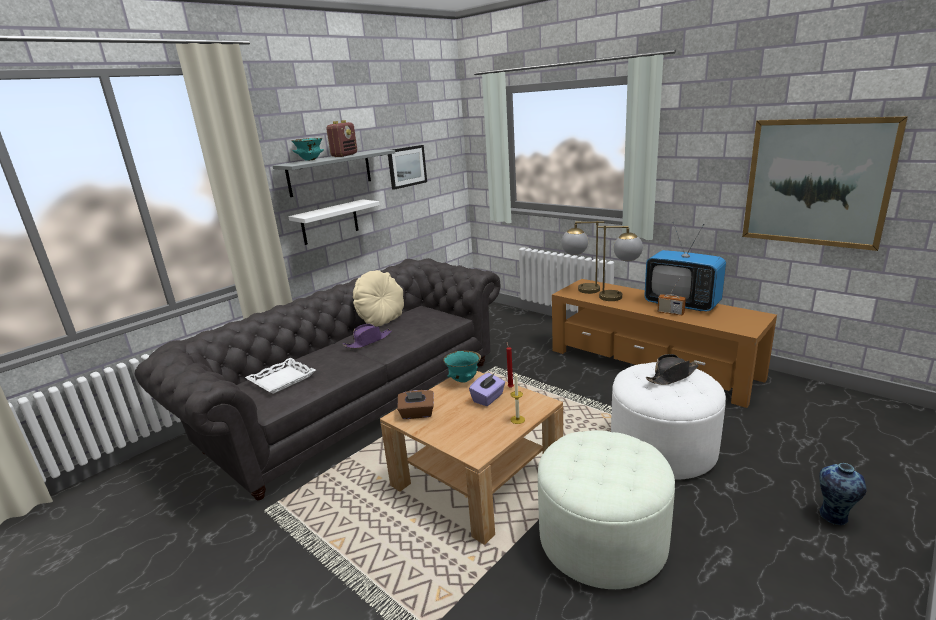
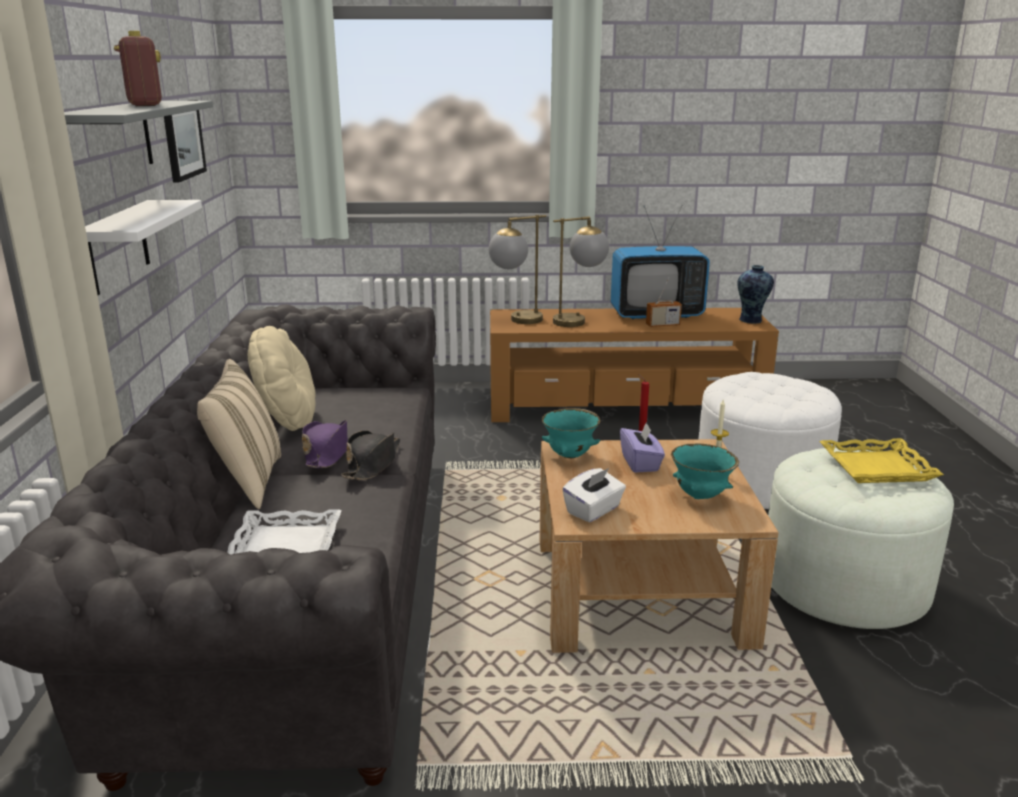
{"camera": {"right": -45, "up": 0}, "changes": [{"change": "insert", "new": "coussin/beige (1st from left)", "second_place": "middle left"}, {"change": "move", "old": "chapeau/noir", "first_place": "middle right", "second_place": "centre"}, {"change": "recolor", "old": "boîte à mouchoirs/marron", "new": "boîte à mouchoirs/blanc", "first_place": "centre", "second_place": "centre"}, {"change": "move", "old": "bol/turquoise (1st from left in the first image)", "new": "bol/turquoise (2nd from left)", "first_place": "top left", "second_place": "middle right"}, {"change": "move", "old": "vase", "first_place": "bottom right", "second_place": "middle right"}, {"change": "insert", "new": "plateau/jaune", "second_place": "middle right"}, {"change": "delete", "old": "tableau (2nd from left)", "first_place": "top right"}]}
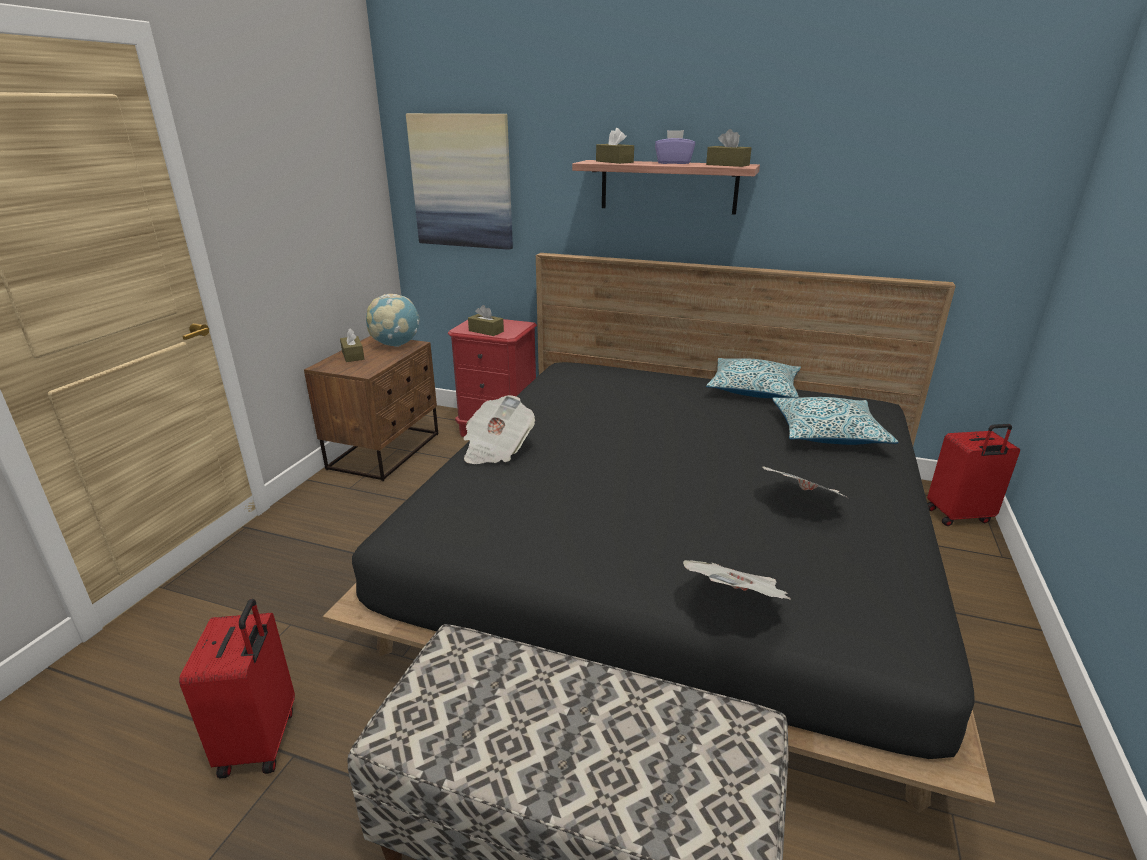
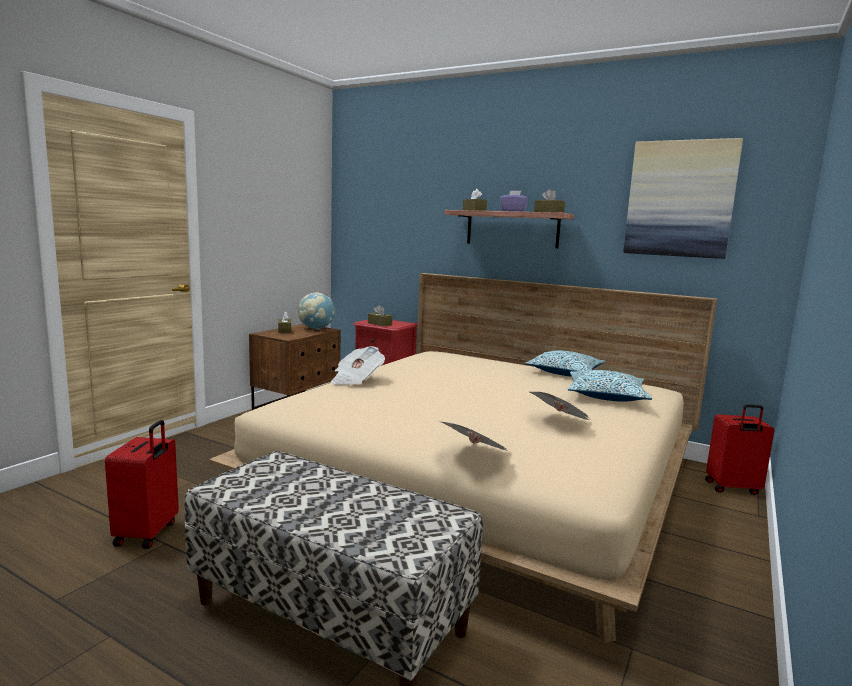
{"camera": {"right": 10, "up": -15}, "changes": [{"change": "recolor", "old": "lit/noir", "new": "lit/beige", "first_place": "centre", "second_place": "bottom centre"}, {"change": "move", "old": "tableau", "first_place": "top centre", "second_place": "top right"}]}
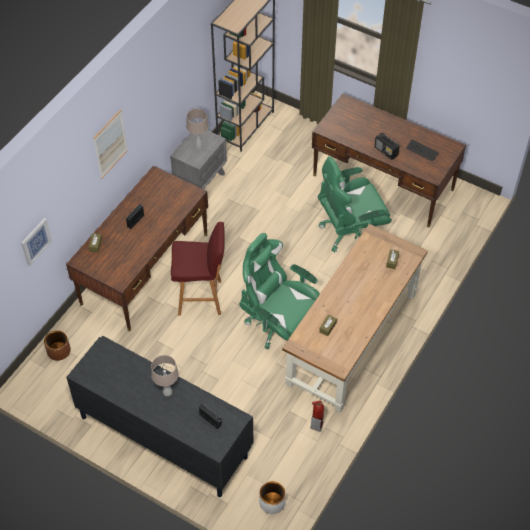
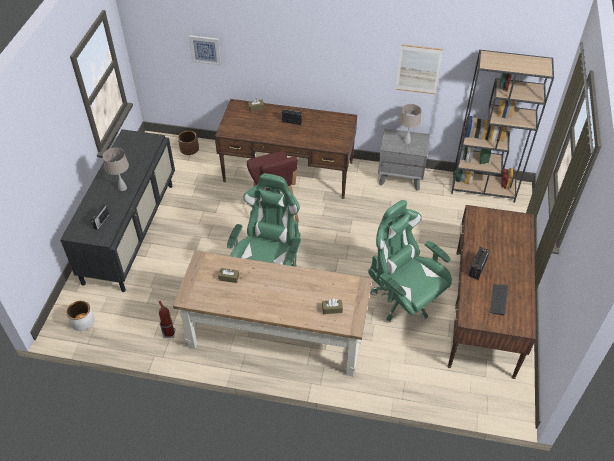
{"camera": {"right": 70, "up": -5}, "changes": [{"change": "move", "old": "tableau (2nd from left)", "first_place": "top left", "second_place": "top right"}]}
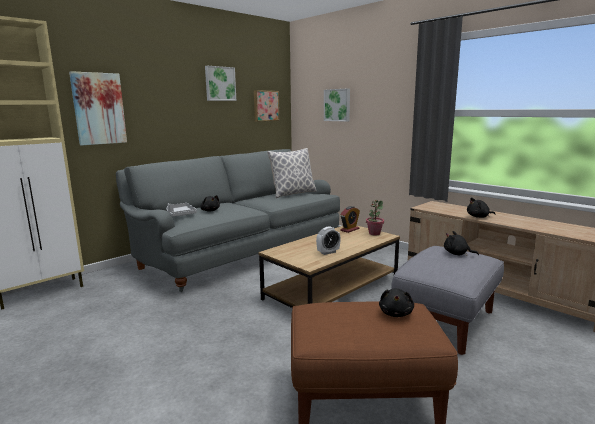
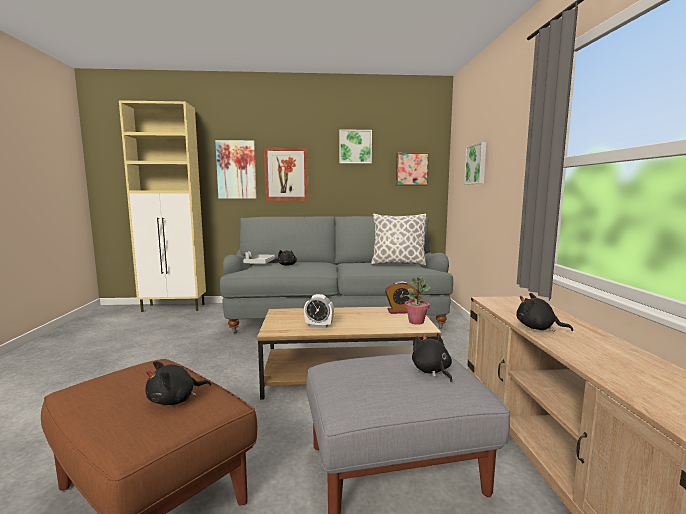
{"camera": {"right": 40, "up": -5}, "changes": [{"change": "insert", "new": "tableau (2nd from left)", "second_place": "centre"}]}
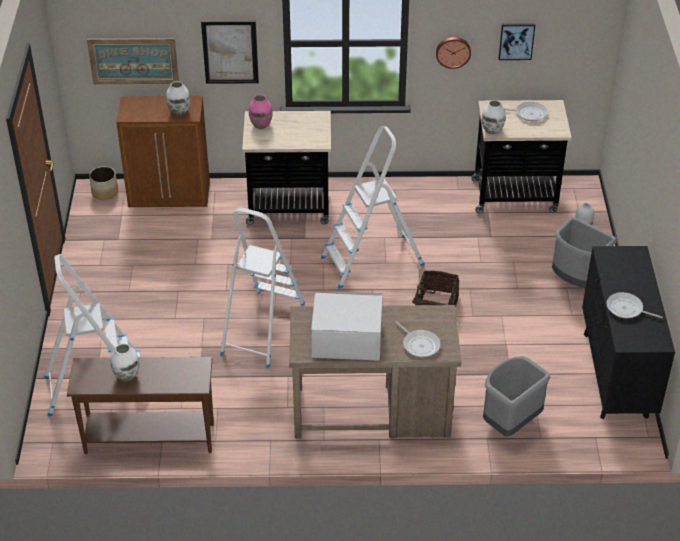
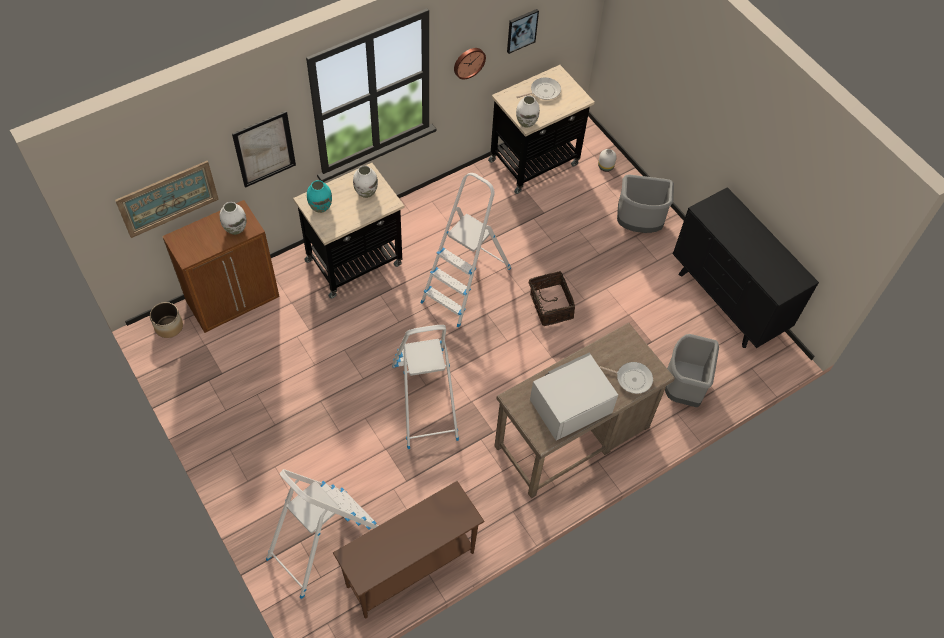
{"camera": {"right": -35, "up": 15}, "changes": [{"change": "recolor", "old": "vase/rose", "new": "vase/turquoise", "first_place": "top centre", "second_place": "top centre"}, {"change": "move", "old": "vase/blanc (1st from left in the first image)", "new": "vase/blanc (2nd from left)", "first_place": "bottom left", "second_place": "top centre"}, {"change": "delete", "old": "poêle (3rd from left)", "first_place": "middle right"}]}
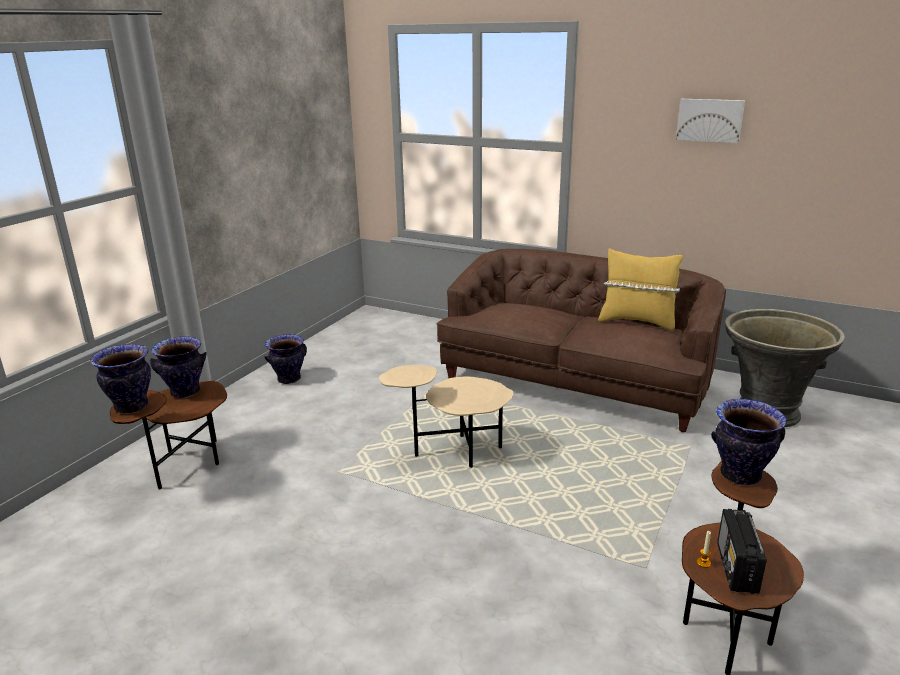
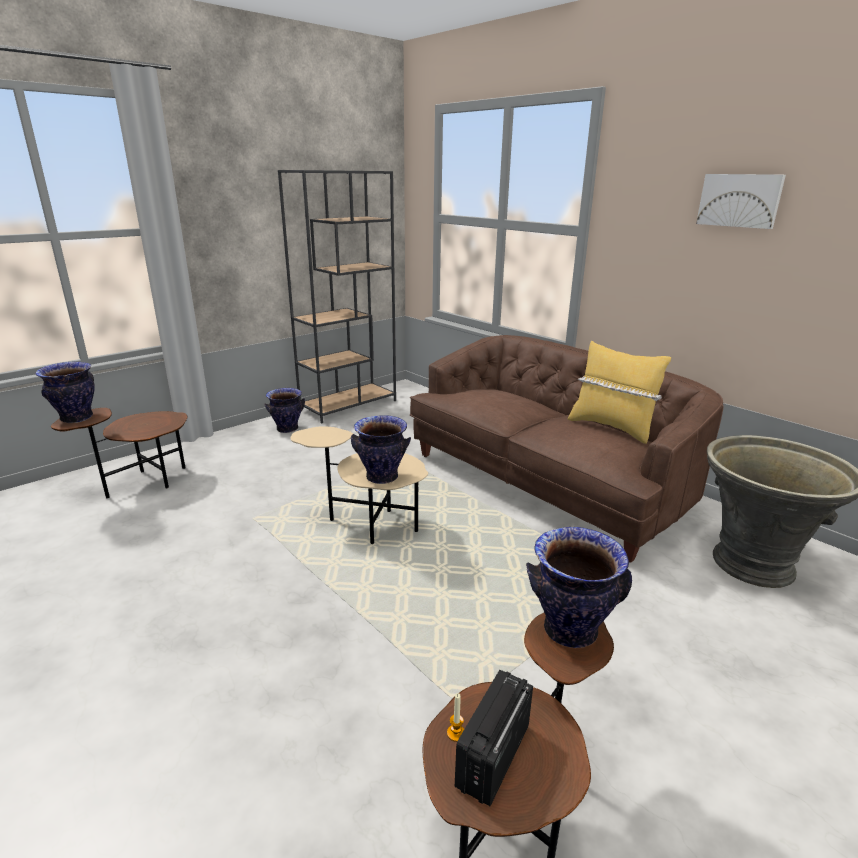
{"camera": {"right": 20, "up": 0}, "changes": [{"change": "insert", "new": "bibliothèque", "second_place": "centre"}, {"change": "move", "old": "vase (2nd from left in the first image)", "new": "vase (3rd from left)", "first_place": "middle left", "second_place": "centre"}]}
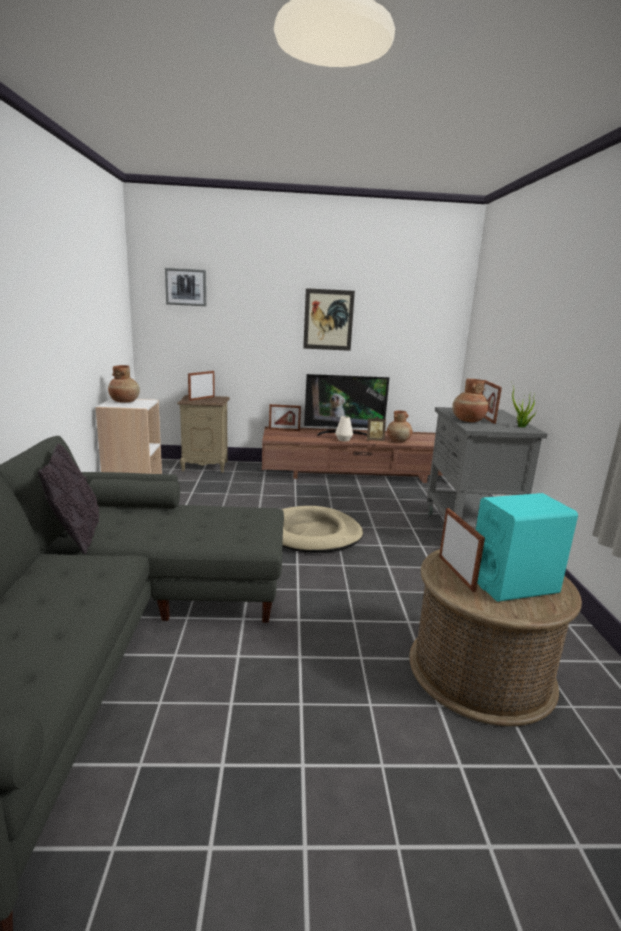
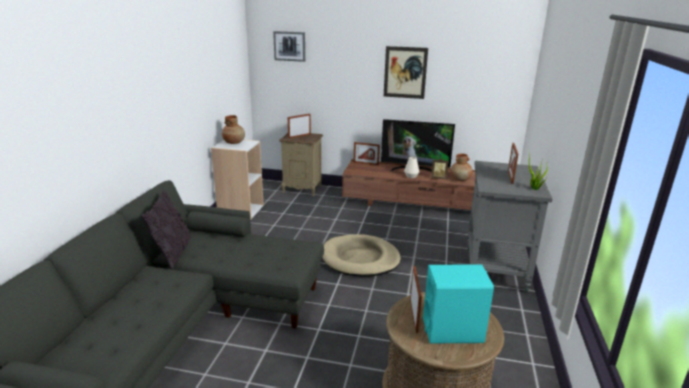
{"camera": {"right": 15, "up": 5}, "changes": [{"change": "delete", "old": "vase/marron (3rd from left)", "first_place": "middle right"}]}
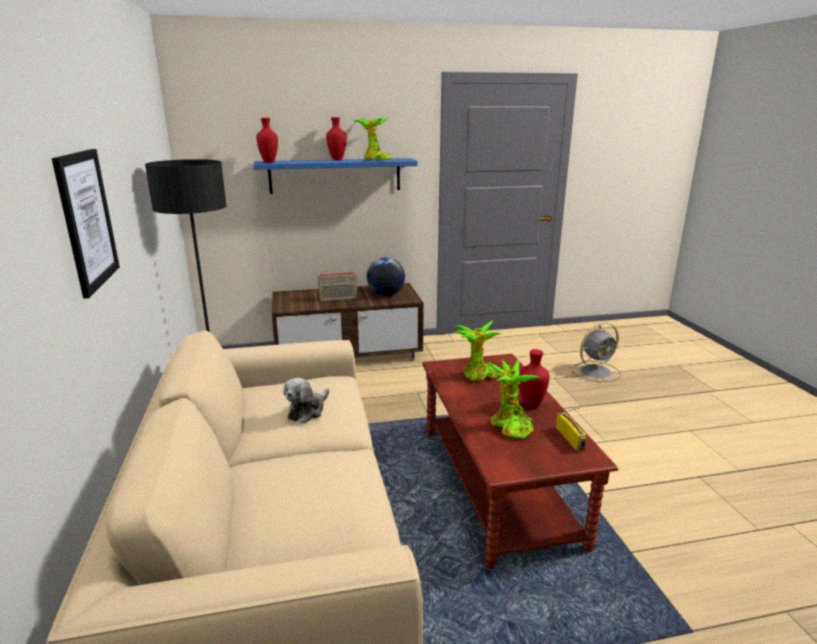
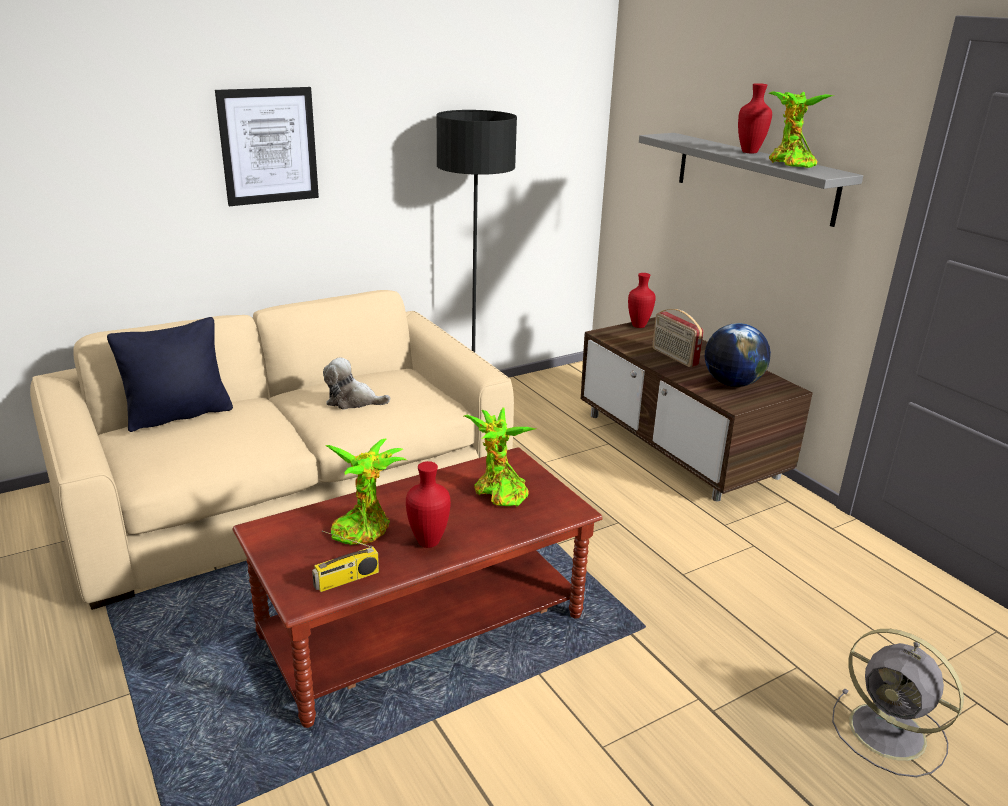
{"camera": {"right": 70, "up": 5}, "changes": [{"change": "insert", "new": "coussin/noir", "second_place": "middle left"}, {"change": "move", "old": "vase/rouge (1st from left in the first image)", "new": "vase/rouge (2nd from left)", "first_place": "top left", "second_place": "centre"}, {"change": "recolor", "old": "étagère/bleu", "new": "étagère/gris", "first_place": "top centre", "second_place": "top right"}]}
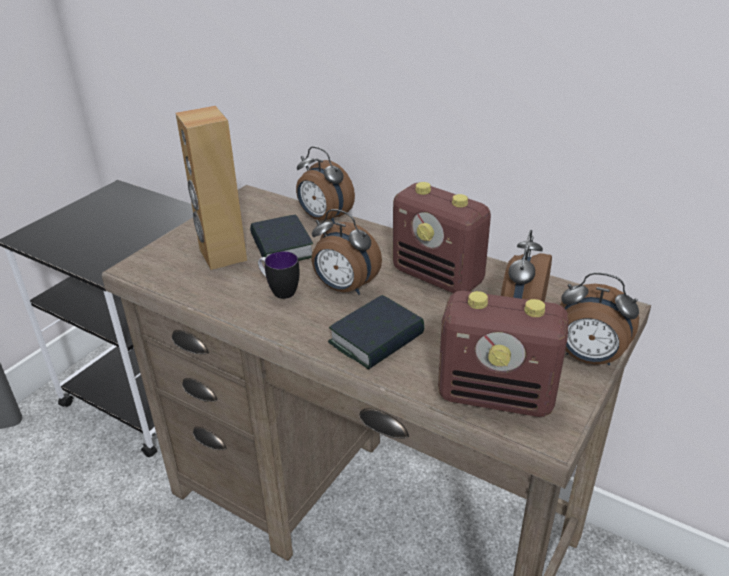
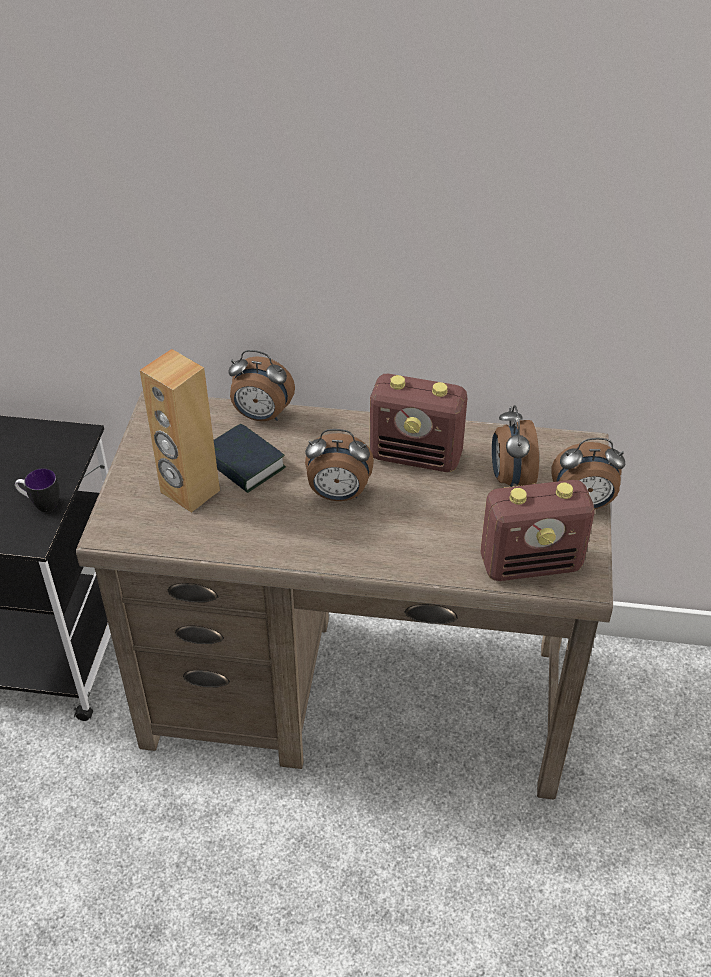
{"camera": {"right": -25, "up": 10}, "changes": [{"change": "move", "old": "mug", "first_place": "centre", "second_place": "middle left"}, {"change": "delete", "old": "livre (2nd from left)", "first_place": "centre"}]}
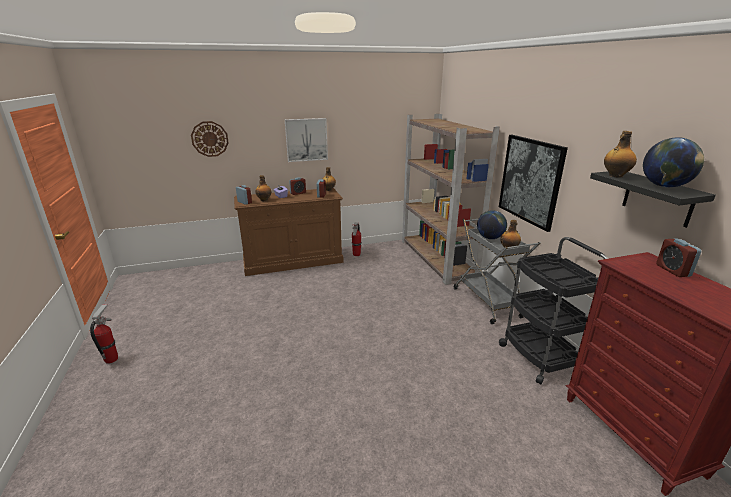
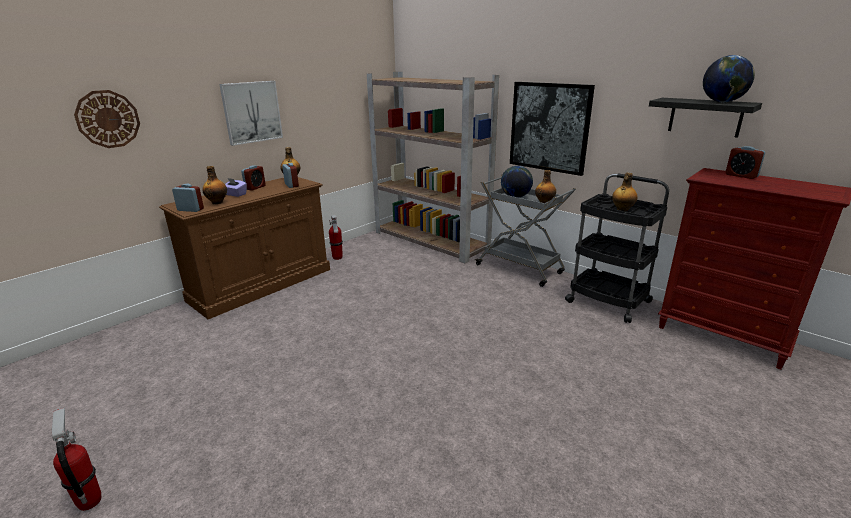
{"camera": {"right": -30, "up": 0}, "changes": [{"change": "move", "old": "bouteille (4th from left)", "first_place": "top right", "second_place": "middle right"}]}
